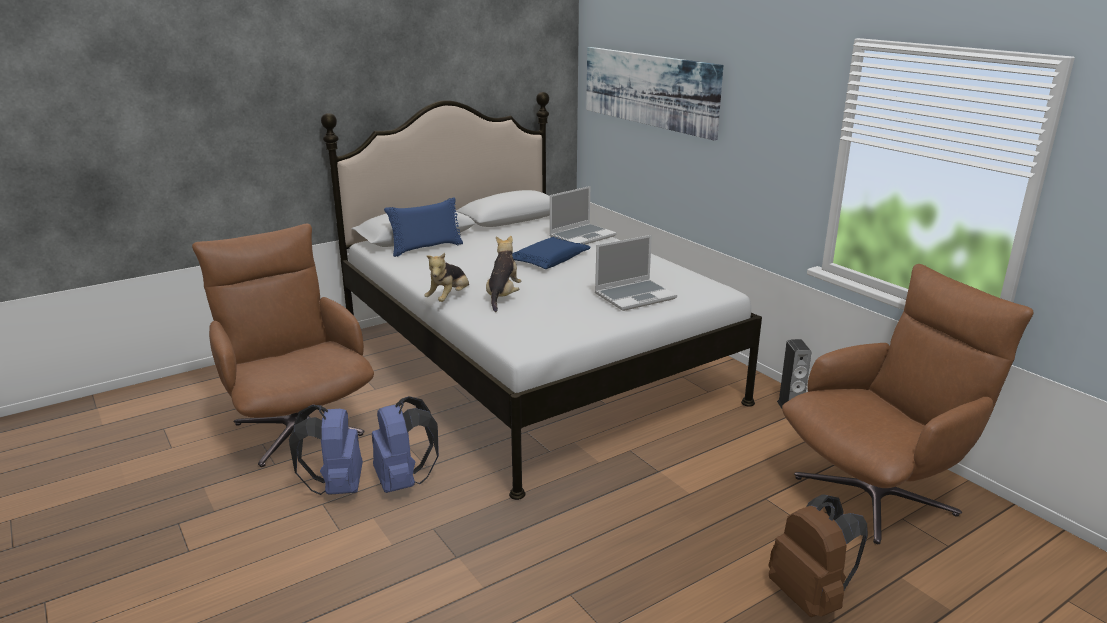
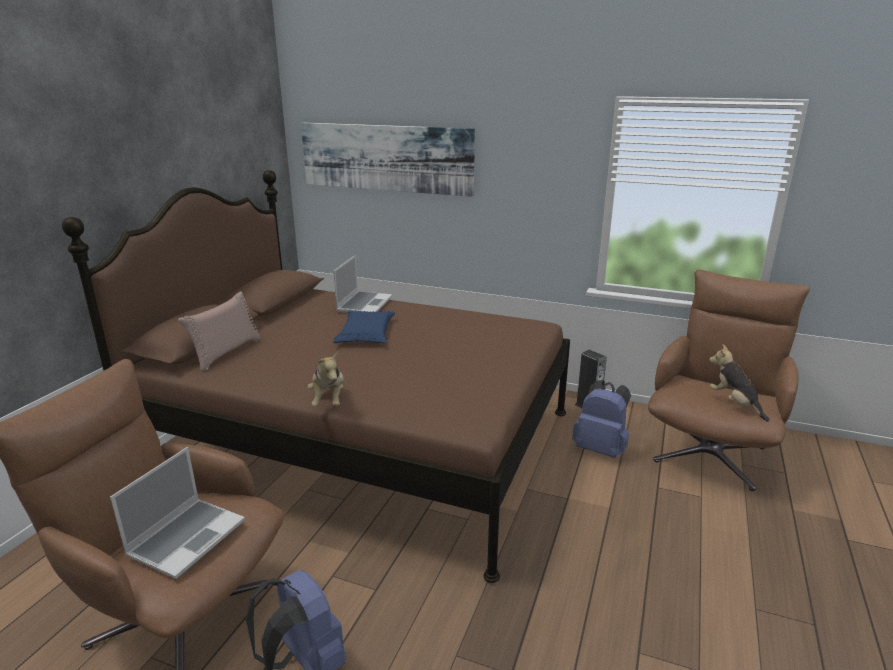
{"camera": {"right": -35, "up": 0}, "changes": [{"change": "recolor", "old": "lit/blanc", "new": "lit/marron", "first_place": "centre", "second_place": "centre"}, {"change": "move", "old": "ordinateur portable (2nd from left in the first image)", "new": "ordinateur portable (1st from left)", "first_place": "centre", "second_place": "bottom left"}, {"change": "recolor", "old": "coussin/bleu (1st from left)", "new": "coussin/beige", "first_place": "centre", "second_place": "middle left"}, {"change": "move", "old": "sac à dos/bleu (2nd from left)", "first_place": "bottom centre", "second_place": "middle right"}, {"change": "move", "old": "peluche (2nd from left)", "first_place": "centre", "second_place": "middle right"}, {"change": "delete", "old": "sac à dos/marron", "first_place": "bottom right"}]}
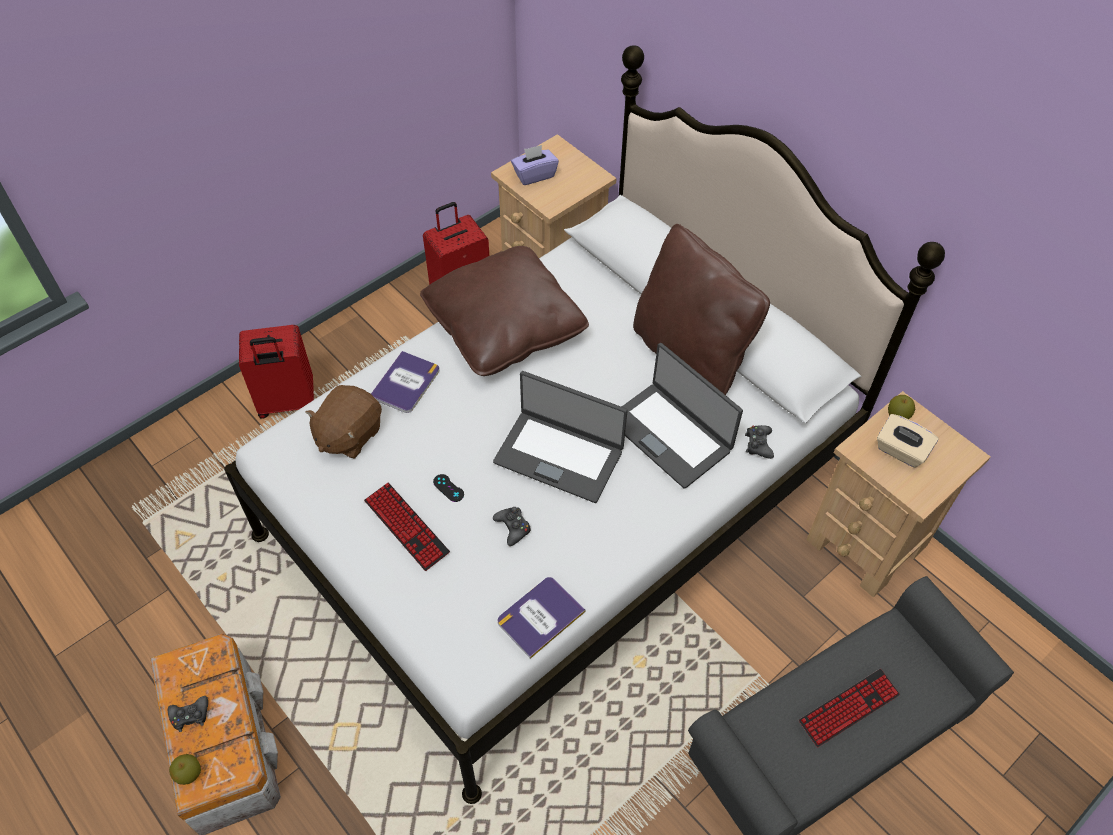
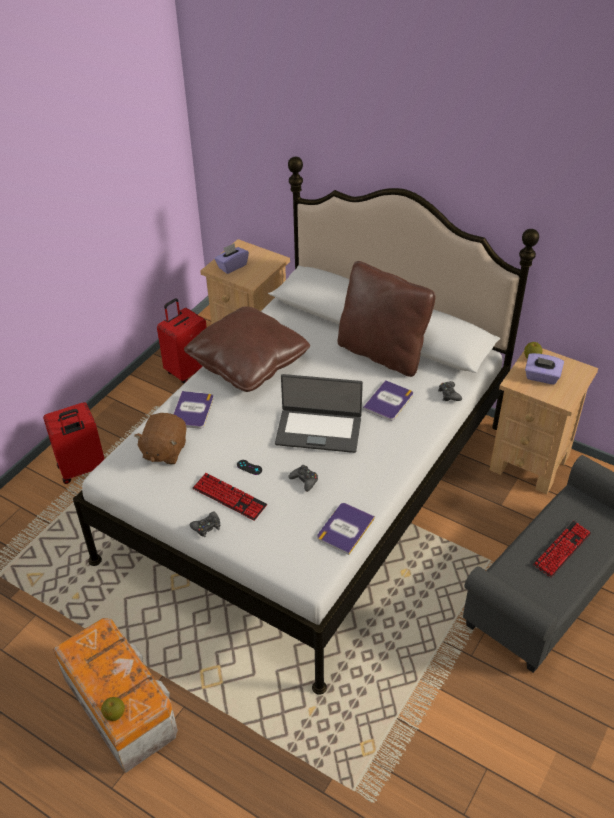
{"camera": {"right": -15, "up": -10}, "changes": [{"change": "move", "old": "manette/noir (1st from left)", "first_place": "bottom left", "second_place": "centre"}, {"change": "replace", "old": "ordinateur portable (2nd from left)", "new": "livre (3rd from left)", "first_place": "centre", "second_place": "centre"}, {"change": "recolor", "old": "boîte à mouchoirs/beige", "new": "boîte à mouchoirs/violet (2nd from left)", "first_place": "middle right", "second_place": "middle right"}]}
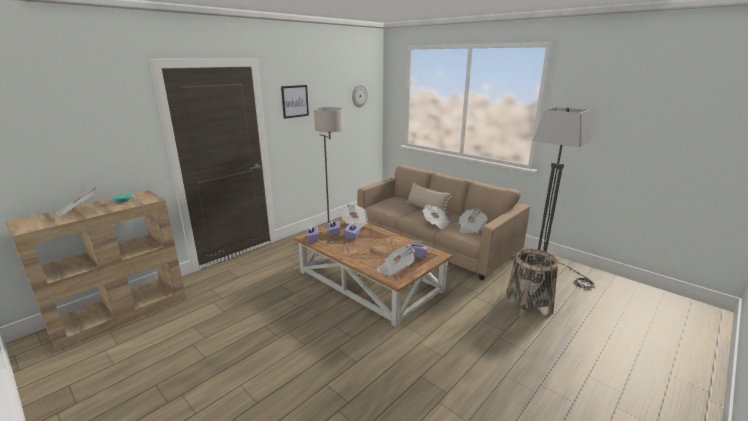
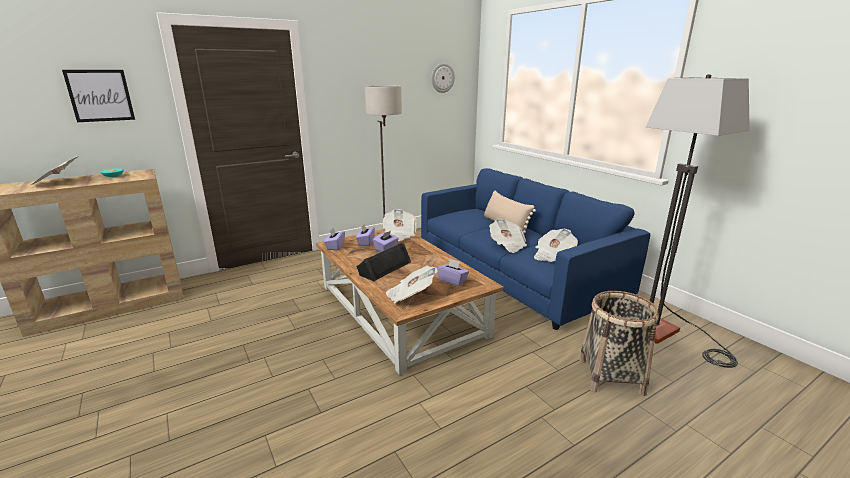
{"camera": {"right": 15, "up": 0}, "changes": [{"change": "move", "old": "tableau", "first_place": "top centre", "second_place": "top left"}, {"change": "insert", "new": "enceinte/noir", "second_place": "centre"}, {"change": "recolor", "old": "canapé/beige", "new": "canapé/bleu", "first_place": "centre", "second_place": "centre"}]}
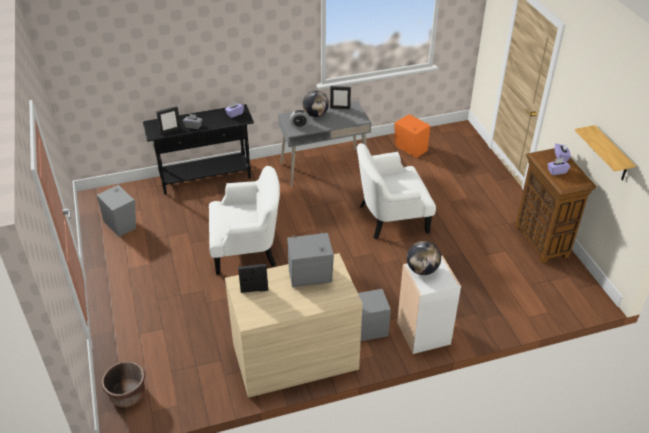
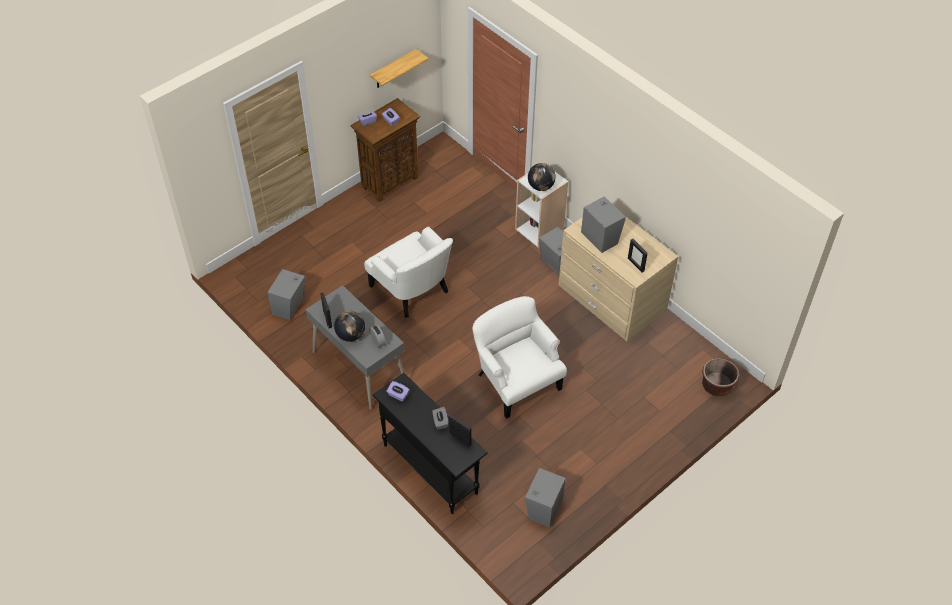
{"camera": {"right": -115, "up": 10}, "changes": [{"change": "recolor", "old": "enceinte/orange", "new": "enceinte/gris (1st from left)", "first_place": "top centre", "second_place": "middle left"}]}
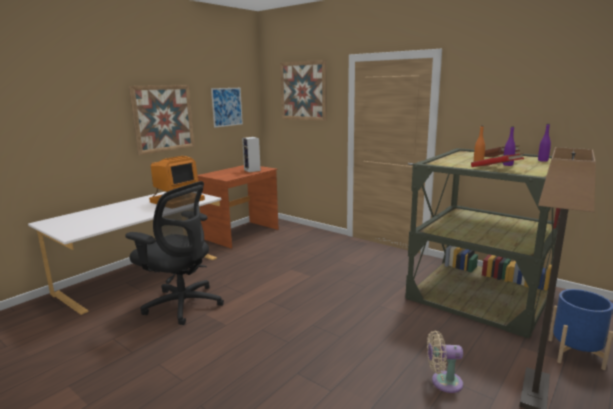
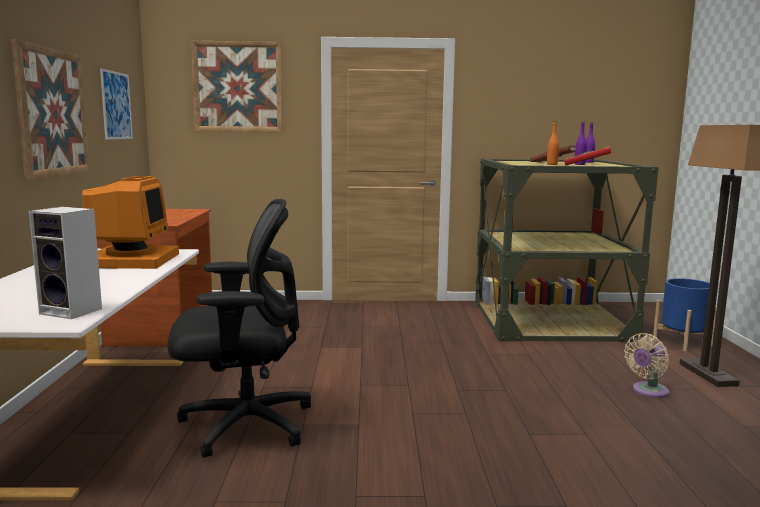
{"camera": {"right": -40, "up": -5}, "changes": [{"change": "move", "old": "enceinte", "first_place": "centre", "second_place": "middle left"}]}
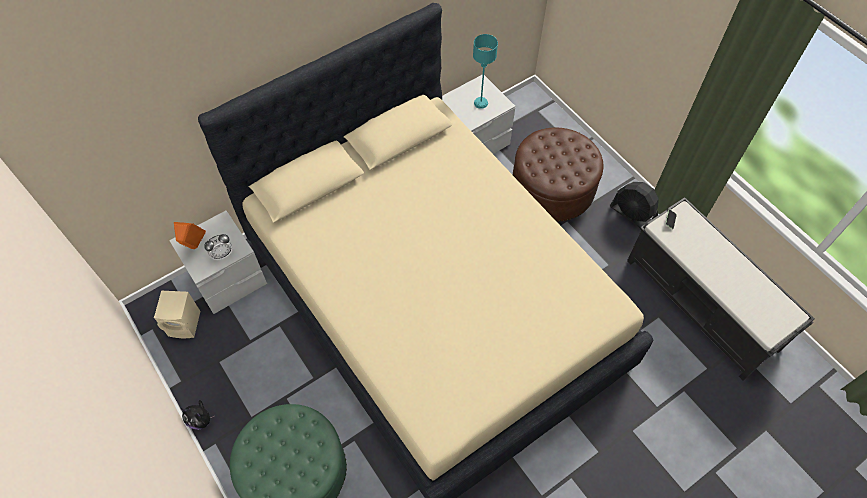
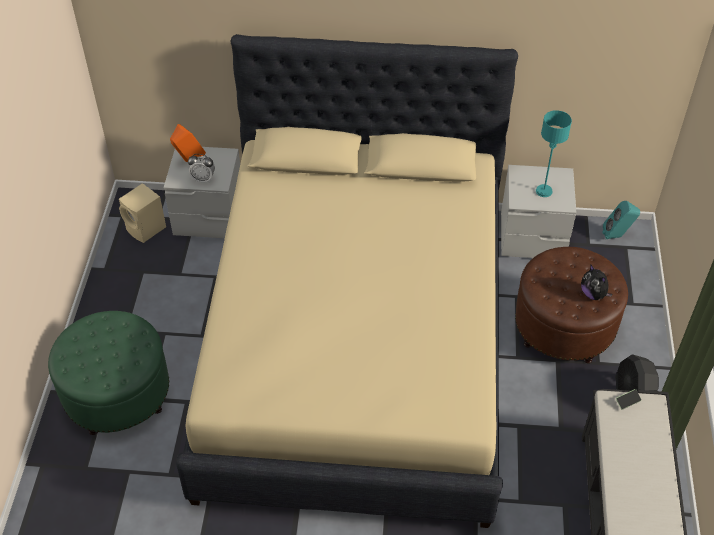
{"camera": {"right": 40, "up": -10}, "changes": [{"change": "move", "old": "peluche", "first_place": "bottom left", "second_place": "middle right"}, {"change": "insert", "new": "enceinte/turquoise", "second_place": "middle right"}]}
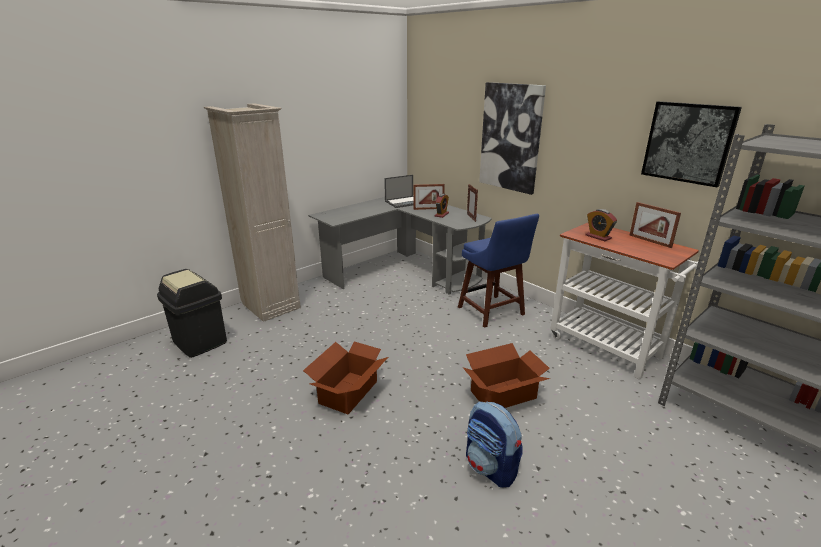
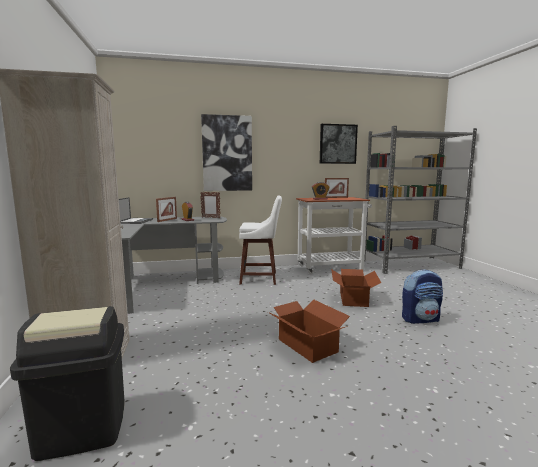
{"camera": {"right": -60, "up": -15}, "changes": [{"change": "recolor", "old": "chaise/bleu", "new": "chaise/blanc", "first_place": "centre", "second_place": "centre"}]}
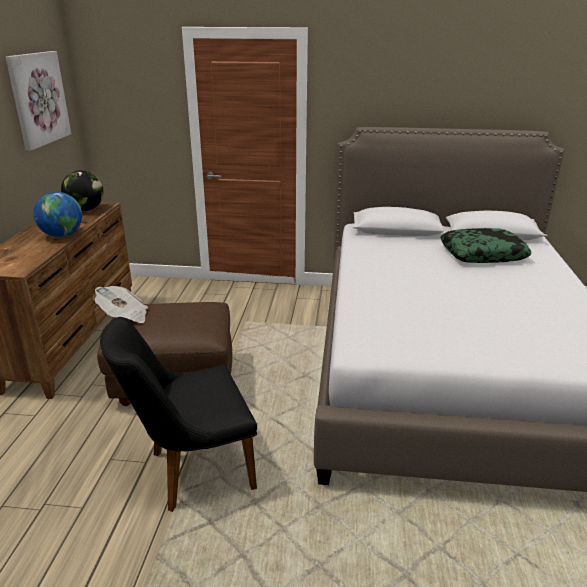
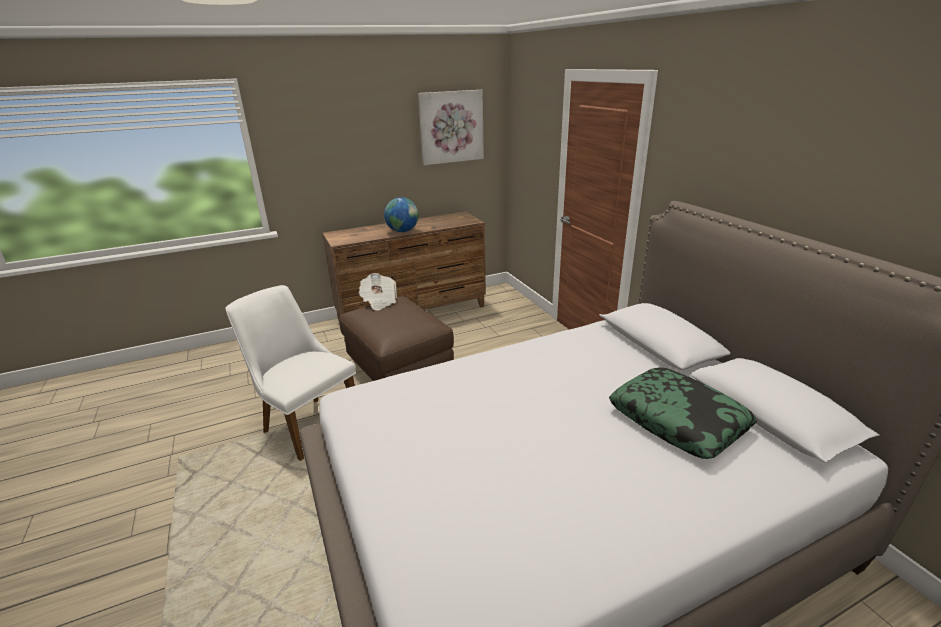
{"camera": {"right": 60, "up": 0}, "changes": [{"change": "recolor", "old": "chaise/noir", "new": "chaise/blanc", "first_place": "bottom left", "second_place": "middle left"}, {"change": "delete", "old": "globe (2nd from left)", "first_place": "top left"}]}
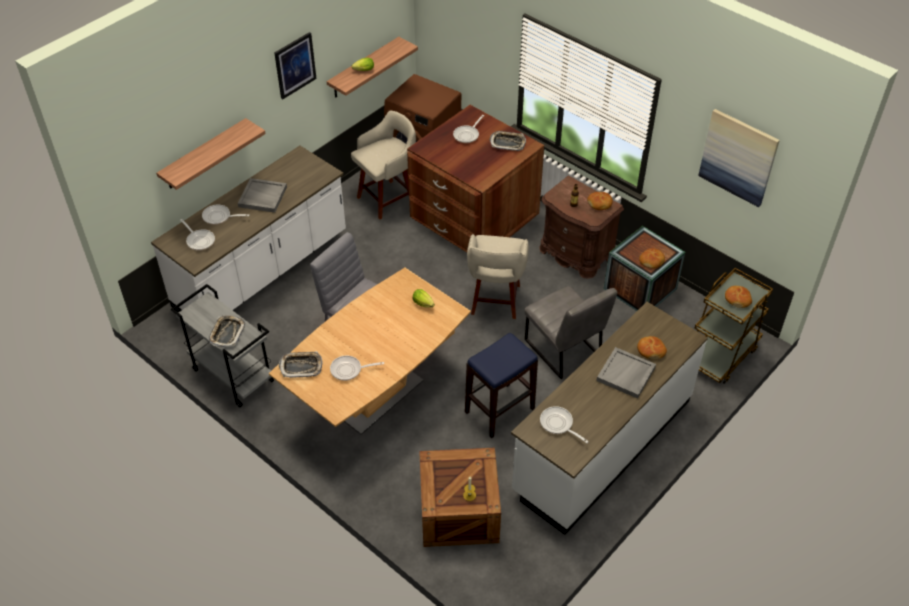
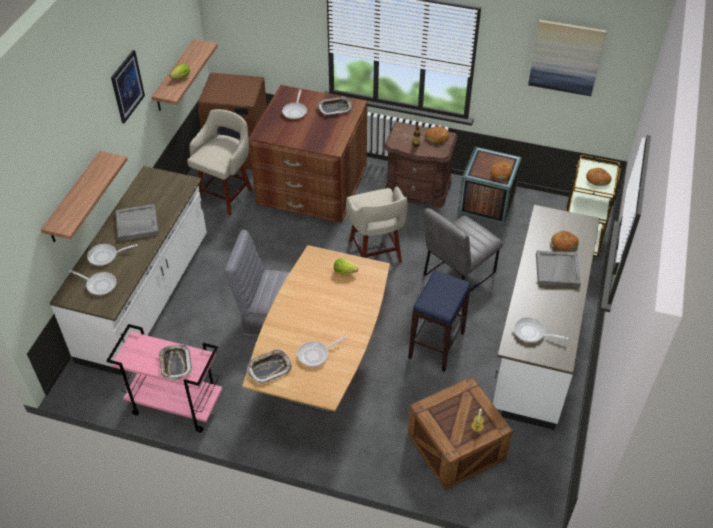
{"camera": {"right": -25, "up": 0}, "changes": [{"change": "recolor", "old": "chariot/gris", "new": "chariot/rose", "first_place": "middle left", "second_place": "bottom left"}, {"change": "rotate", "old": "chaise/gris (2nd from left)", "first_place": "centre", "second_place": "centre", "degrees": 105}]}
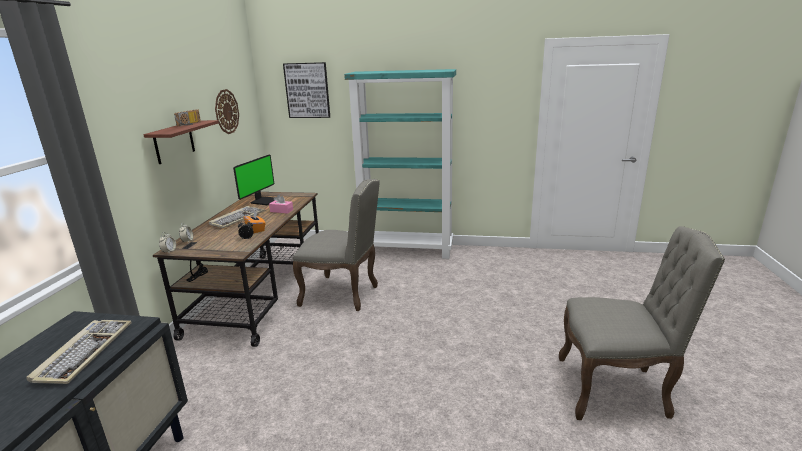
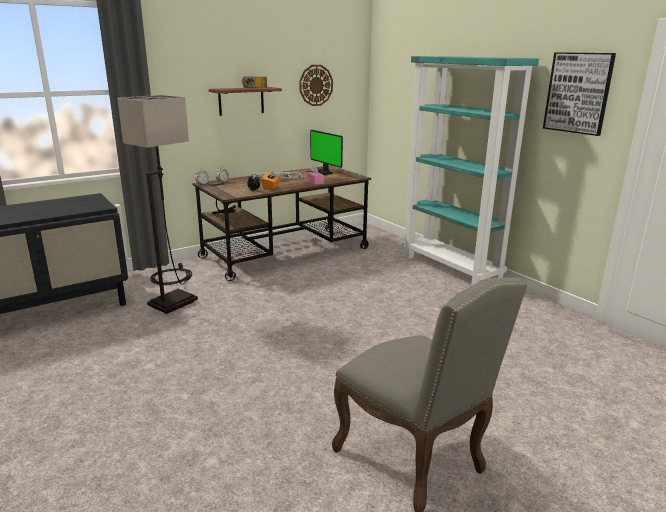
{"camera": {"right": 45, "up": 0}, "changes": [{"change": "insert", "new": "lampadaire", "second_place": "middle left"}, {"change": "rotate", "old": "écran d'ordinateur", "first_place": "middle left", "second_place": "top centre", "degrees": 75}, {"change": "move", "old": "tableau", "first_place": "top centre", "second_place": "top right"}, {"change": "delete", "old": "clavier (1st from left)", "first_place": "bottom left"}, {"change": "delete", "old": "chaise/gris (1st from left)", "first_place": "centre"}]}
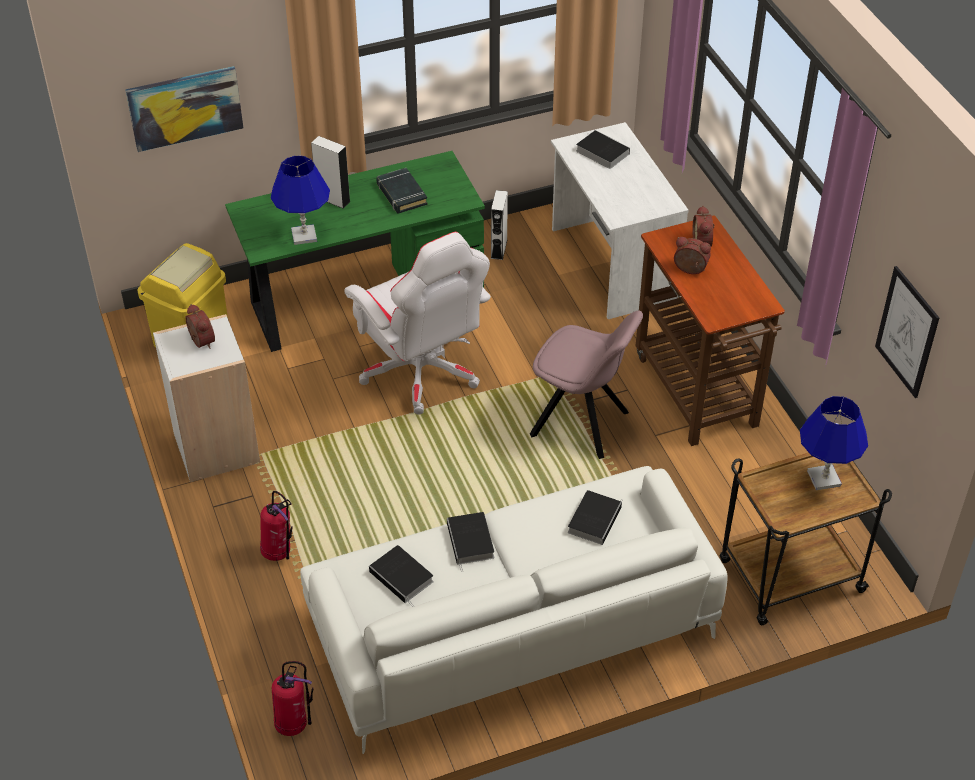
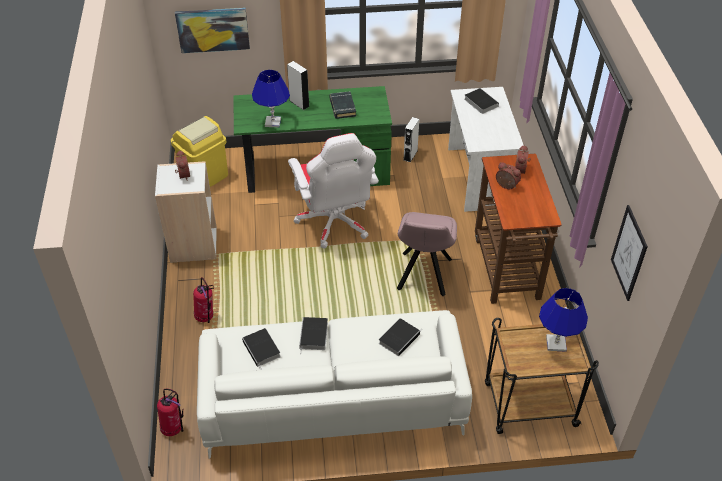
{"camera": {"right": 15, "up": 0}, "changes": [{"change": "rotate", "old": "chaise/rose", "first_place": "centre", "second_place": "centre", "degrees": 60}]}
